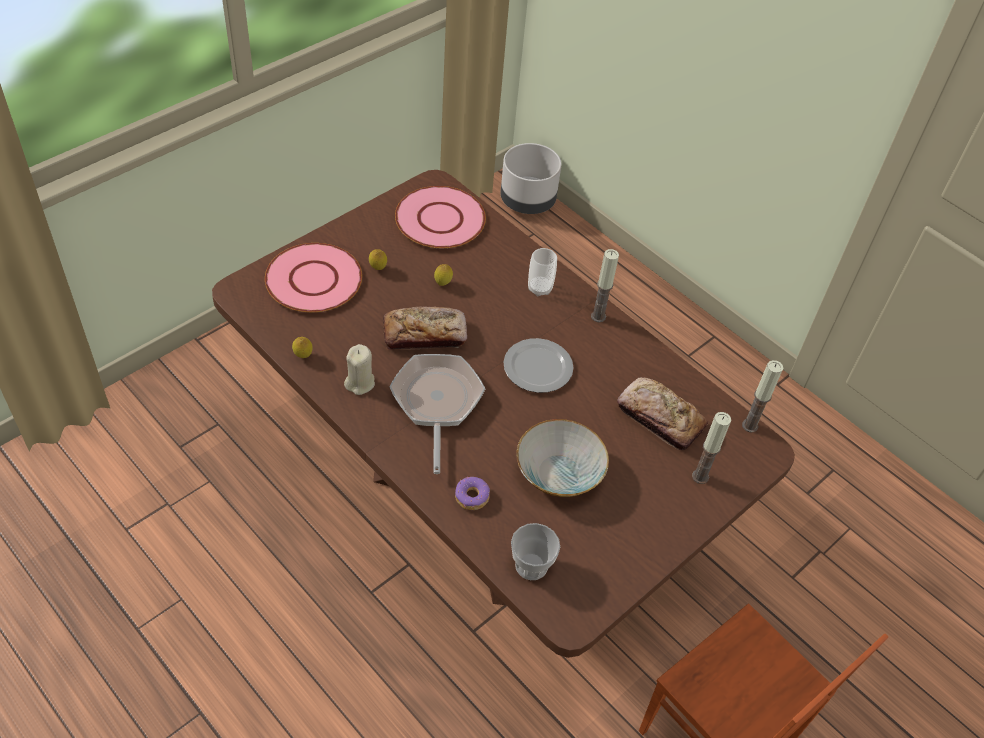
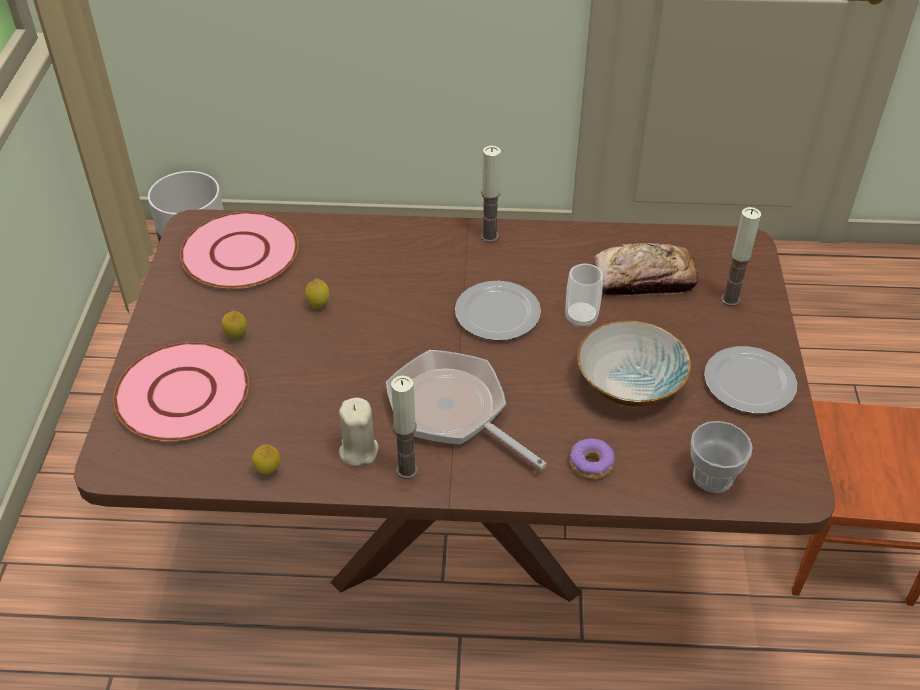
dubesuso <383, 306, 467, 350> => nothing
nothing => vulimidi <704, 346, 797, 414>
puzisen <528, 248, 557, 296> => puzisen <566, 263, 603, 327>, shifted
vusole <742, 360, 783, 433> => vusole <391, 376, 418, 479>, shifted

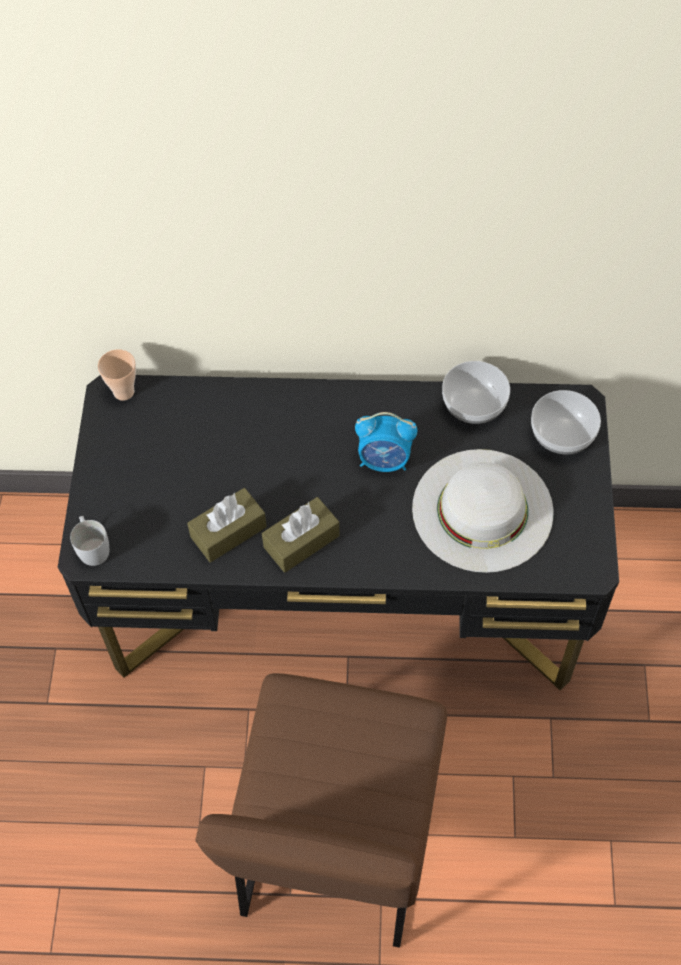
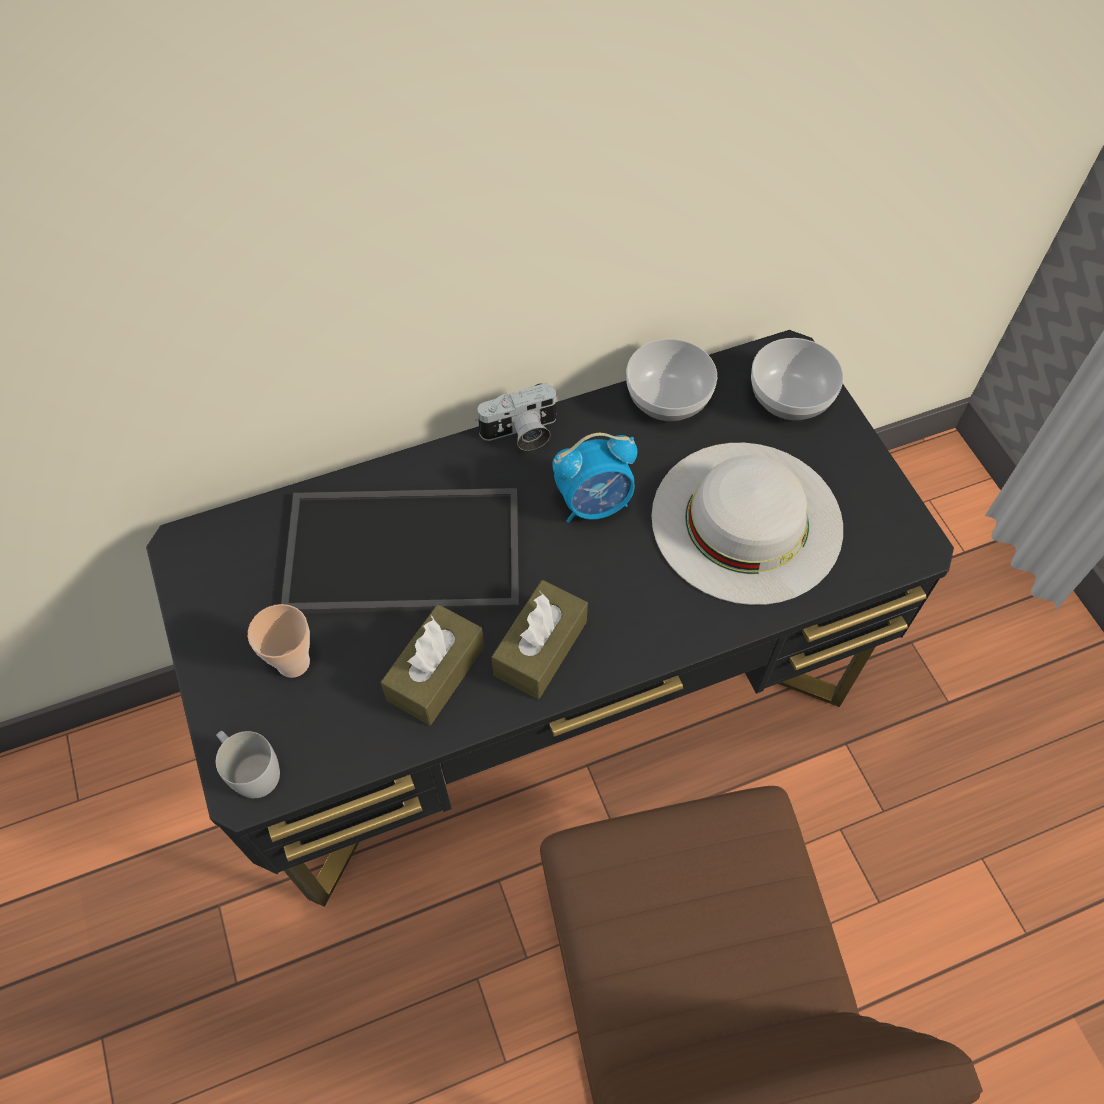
nothing => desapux <281, 488, 519, 614>
nothing => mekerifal <475, 383, 558, 451>
puzisen <98, 349, 136, 401> => puzisen <248, 604, 310, 678>, shifted

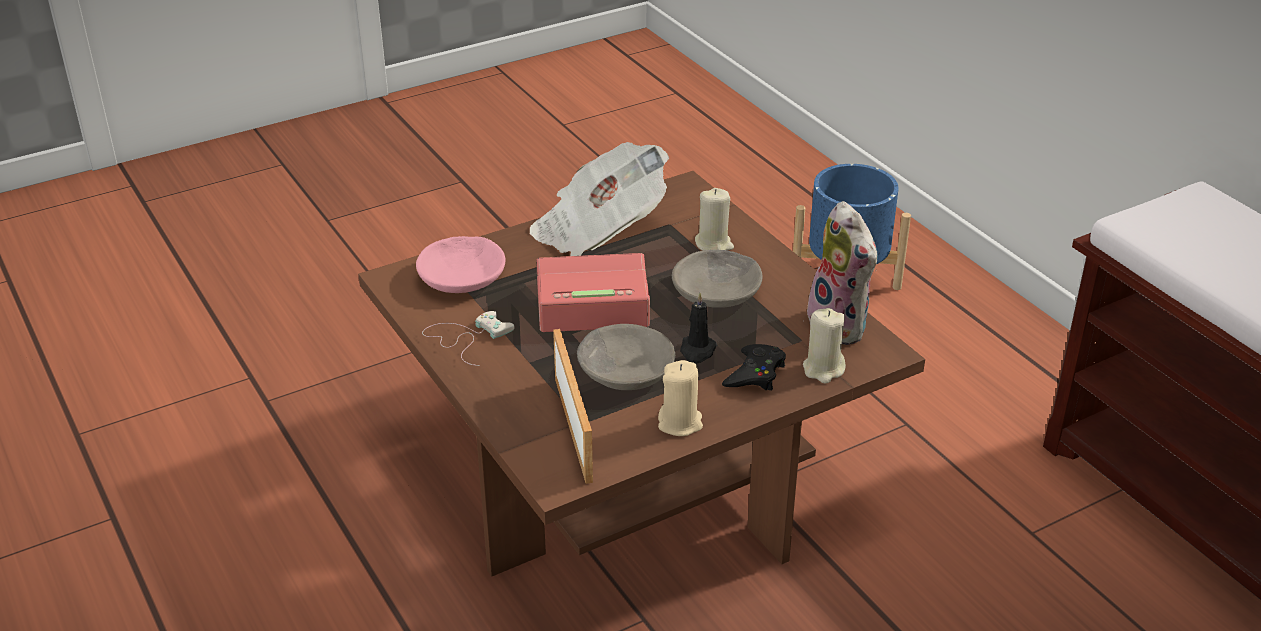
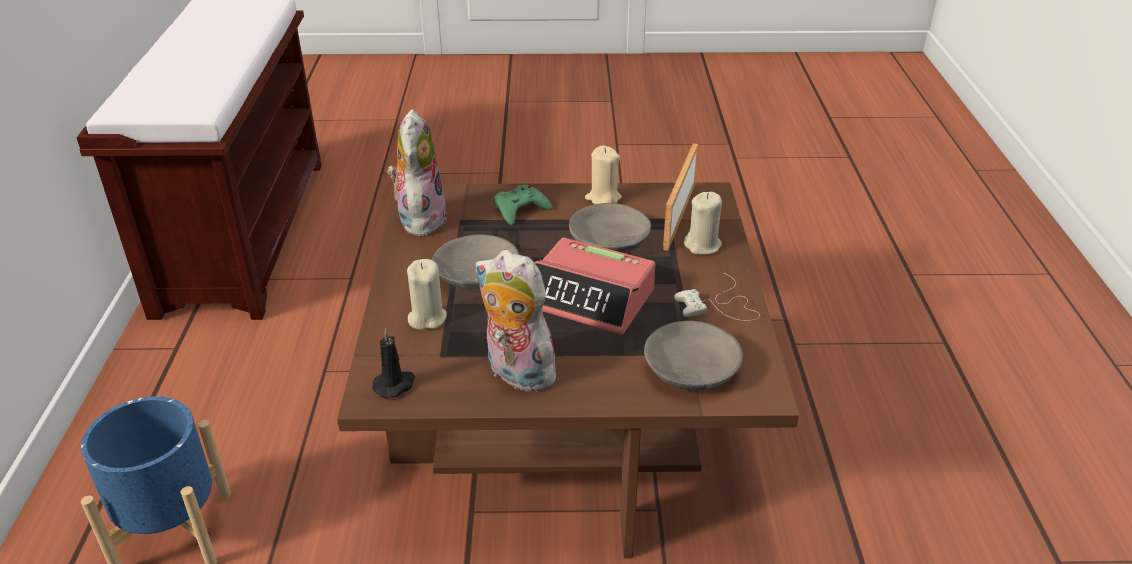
vusole (black) <680, 293, 717, 364> => vusole (black) <372, 329, 415, 399>, shifted
vusole (beige) <803, 308, 846, 384> => vusole (beige) <684, 192, 722, 255>, shifted
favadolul <530, 142, 669, 256> => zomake <475, 250, 565, 392>
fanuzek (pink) <416, 236, 505, 293> => fanuzek (grey) <644, 321, 743, 391>
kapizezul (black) <722, 344, 786, 391> => kapizezul (green) <495, 184, 552, 225>

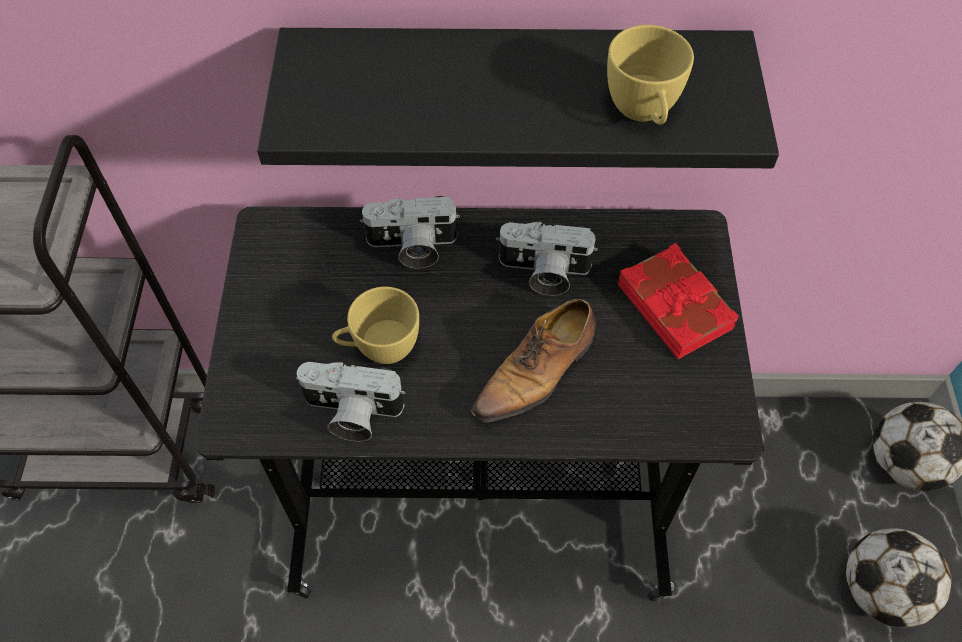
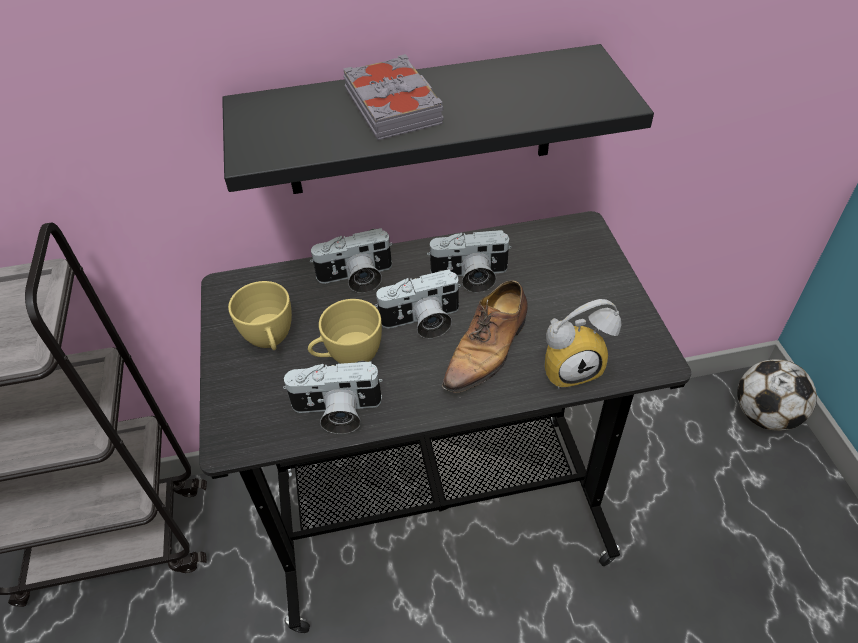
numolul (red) <618, 243, 739, 359> => nothing
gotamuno <846, 528, 952, 627> => nothing
nothing => numolul (grey) <343, 54, 444, 140>
nothing => mekerifal <375, 269, 461, 339>
nothing => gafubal <544, 299, 621, 389>
puzisen (yellow) <607, 25, 694, 125> => puzisen (yellow) <228, 281, 292, 350>, shifted

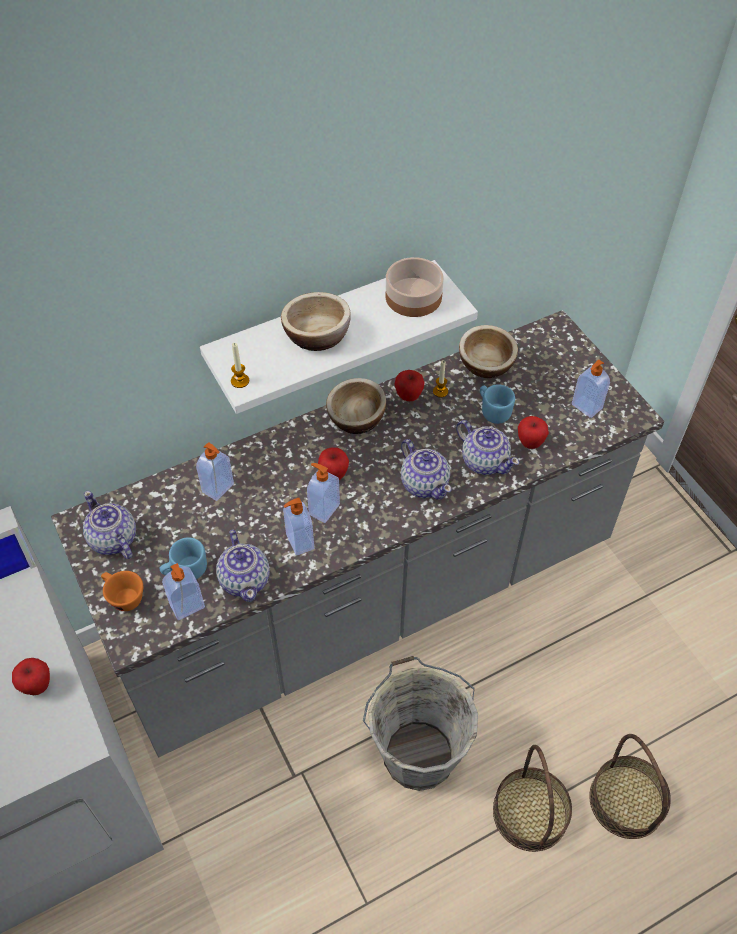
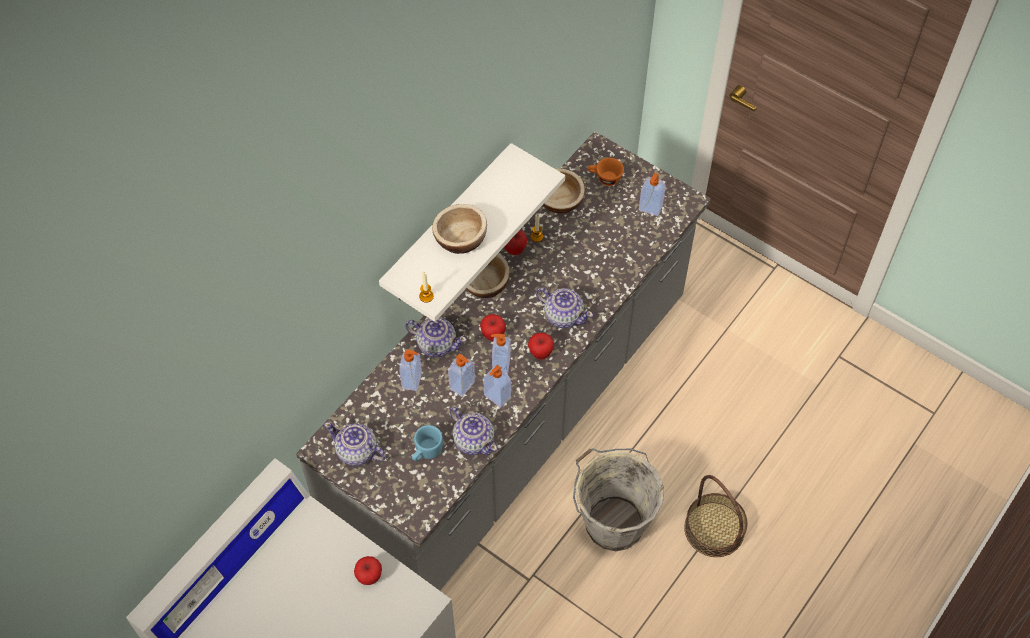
fanuzek <386, 257, 444, 317> => nothing
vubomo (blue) <480, 385, 515, 424> => nothing
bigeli <589, 734, 671, 839> => nothing
puzisen (orange) <101, 571, 143, 611> => puzisen (orange) <588, 158, 624, 186>, shifted
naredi <162, 563, 205, 620> => naredi <448, 353, 475, 397>, shifted
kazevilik <456, 420, 519, 475> => kazevilik <405, 317, 467, 357>, shifted
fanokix <518, 416, 549, 449> => fanokix <528, 333, 554, 360>, shifted

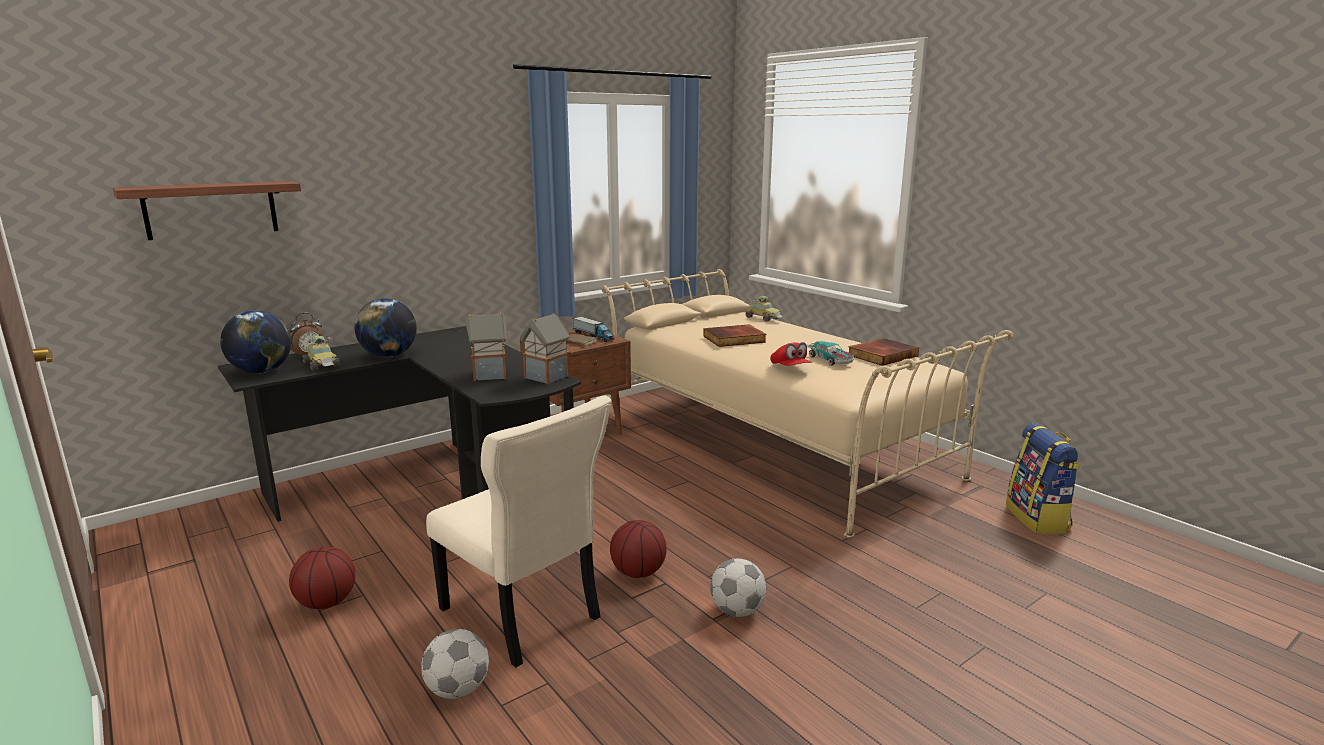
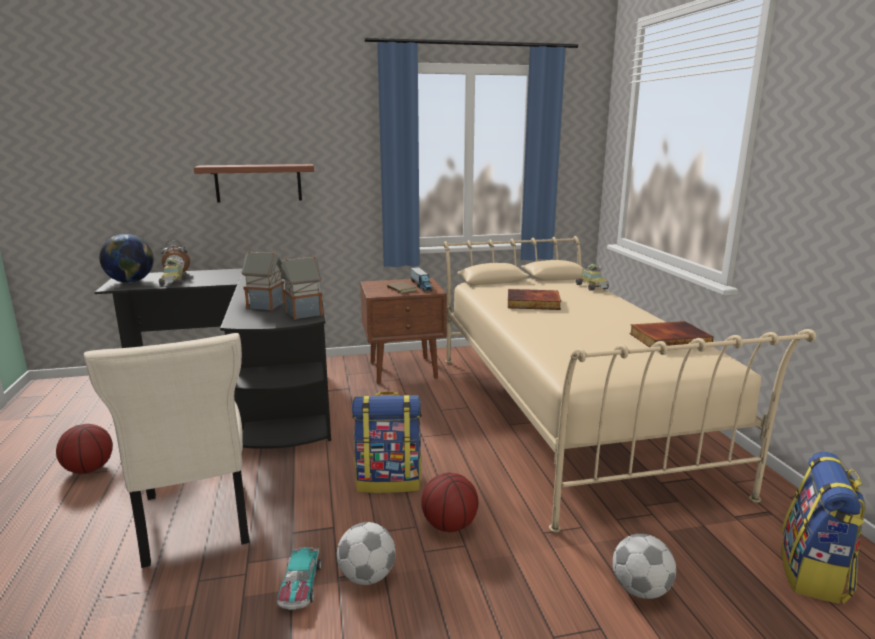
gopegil <354, 298, 417, 357> => nothing
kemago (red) <770, 342, 812, 366> => nothing
nothing => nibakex <352, 392, 422, 493>
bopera <113, 181, 301, 240> => bopera <194, 164, 314, 203>, shifted
gotamuno <421, 629, 489, 699> => gotamuno <613, 534, 676, 599>, shifted
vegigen <610, 520, 667, 578> => vegigen <421, 472, 478, 532>, shifted
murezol <807, 341, 854, 366> => murezol <277, 547, 321, 610>, shifted

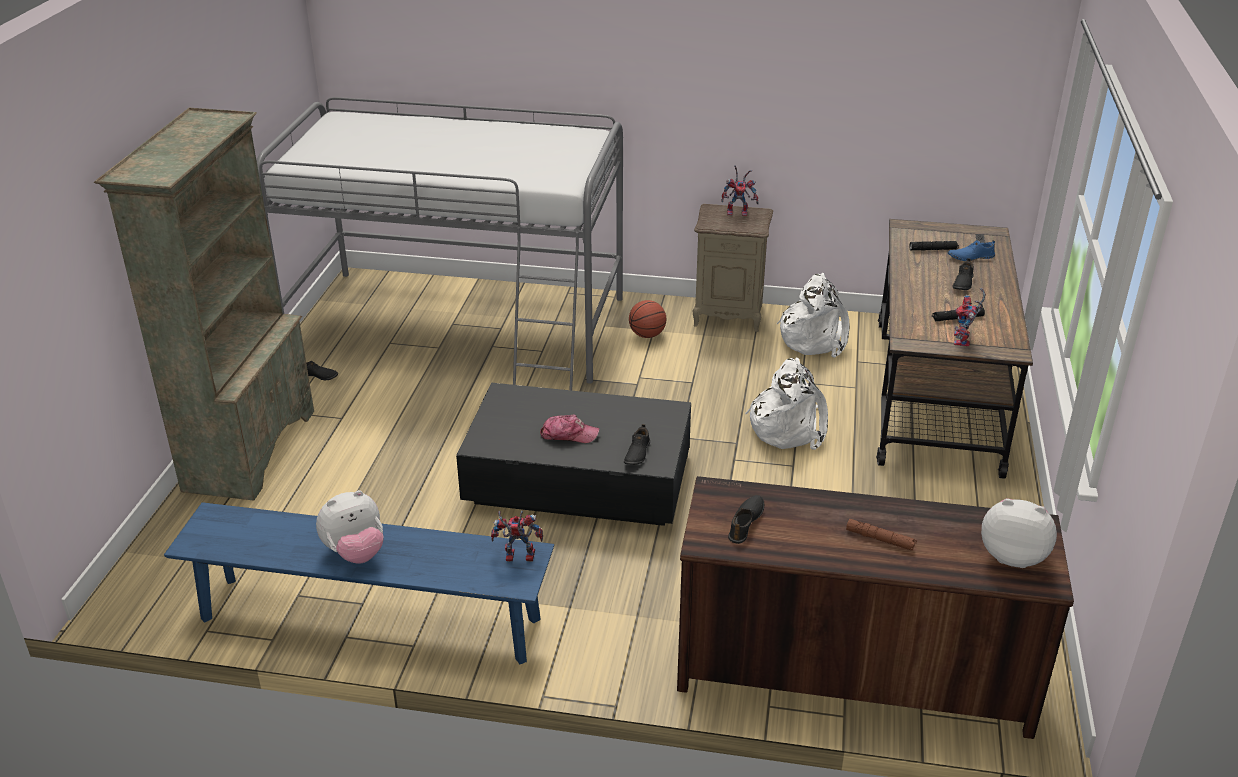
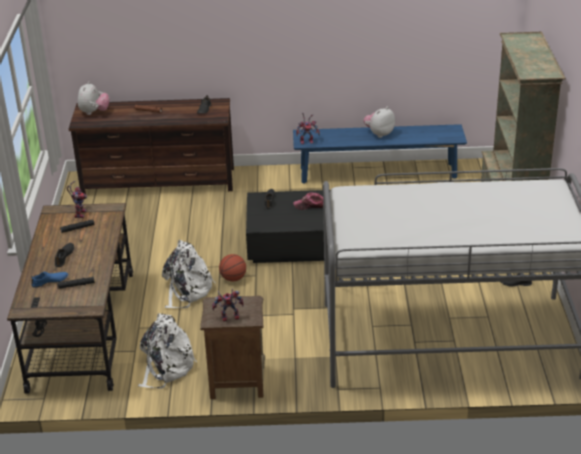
vegigen <629, 300, 666, 338> => vegigen <219, 254, 246, 281>, shifted
zomake <981, 498, 1057, 568> => zomake <78, 81, 110, 115>, 90 degrees counterclockwise

